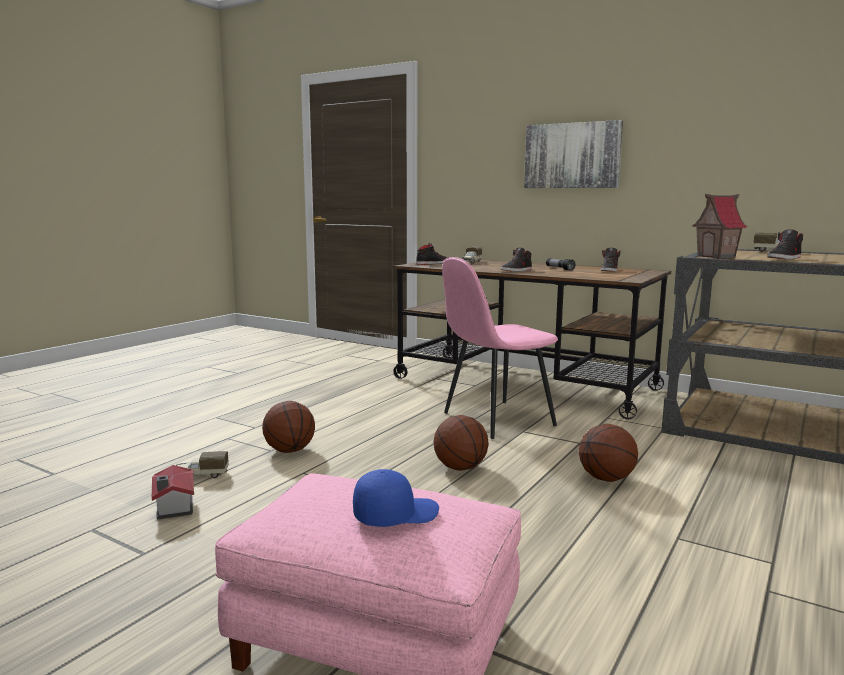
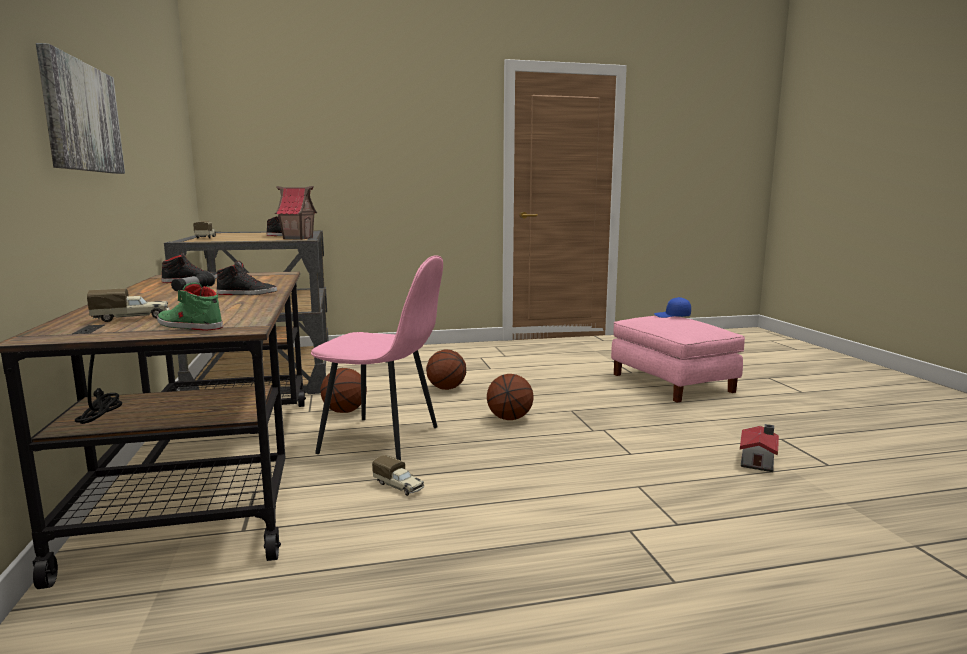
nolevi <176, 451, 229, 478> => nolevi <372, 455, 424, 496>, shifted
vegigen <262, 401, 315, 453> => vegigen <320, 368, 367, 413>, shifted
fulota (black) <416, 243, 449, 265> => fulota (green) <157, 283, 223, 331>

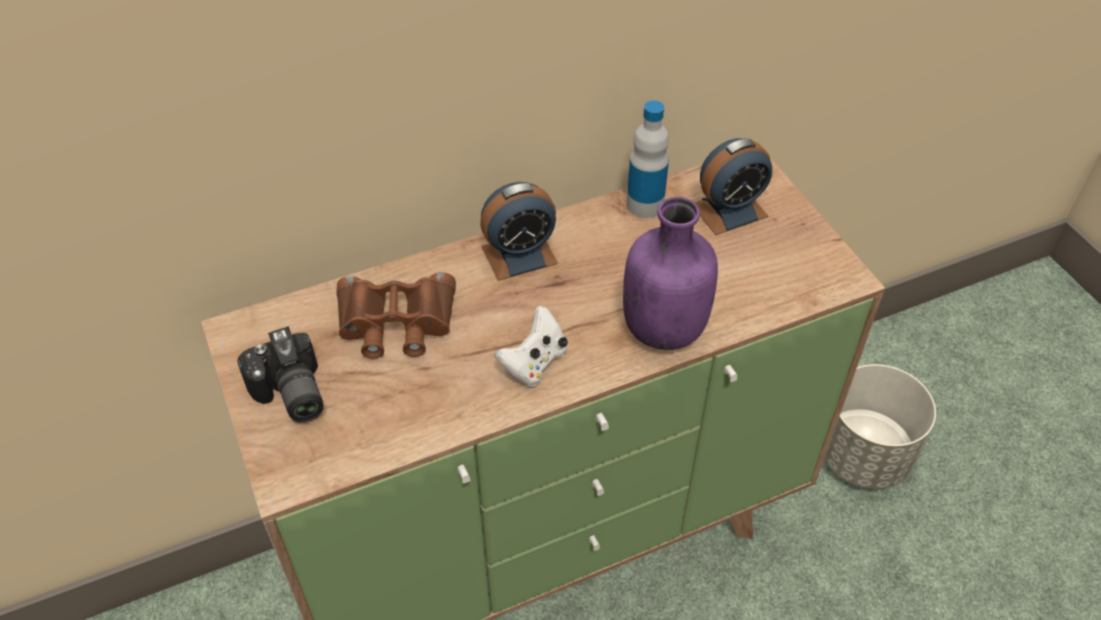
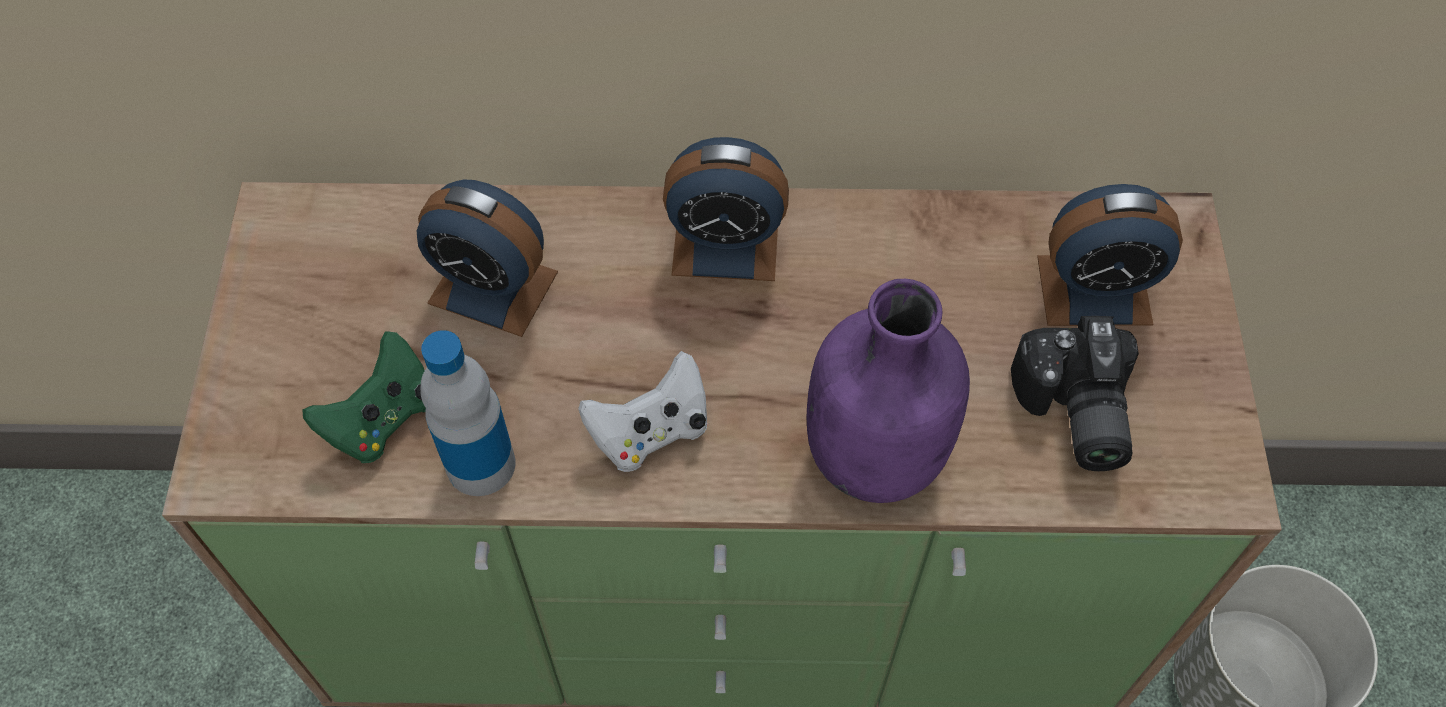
nothing => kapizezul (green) <303, 331, 426, 463>
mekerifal <237, 326, 323, 422> => mekerifal <1011, 316, 1139, 471>, shifted
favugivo <627, 100, 669, 218> => favugivo <420, 330, 516, 496>, shifted
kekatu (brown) <336, 272, 456, 359> => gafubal <416, 179, 558, 337>

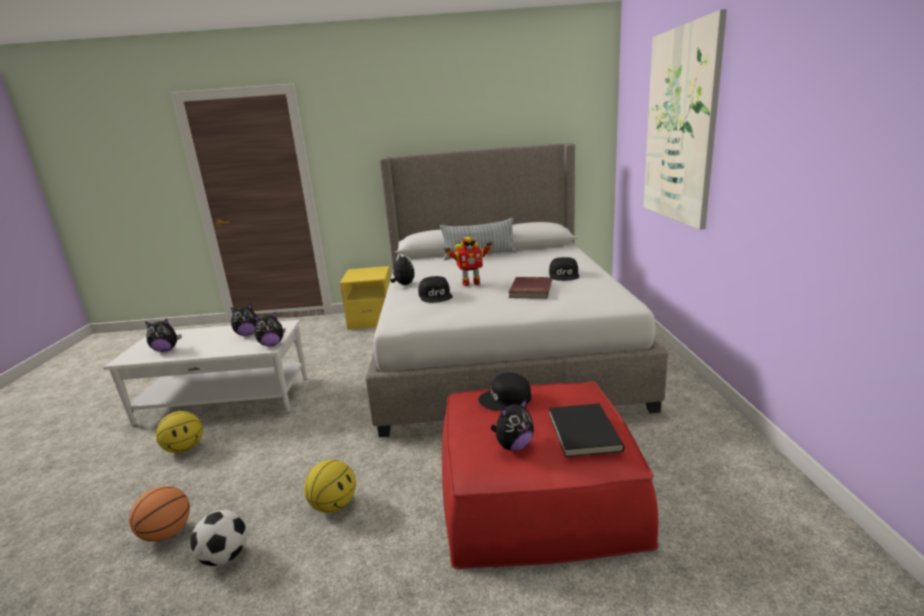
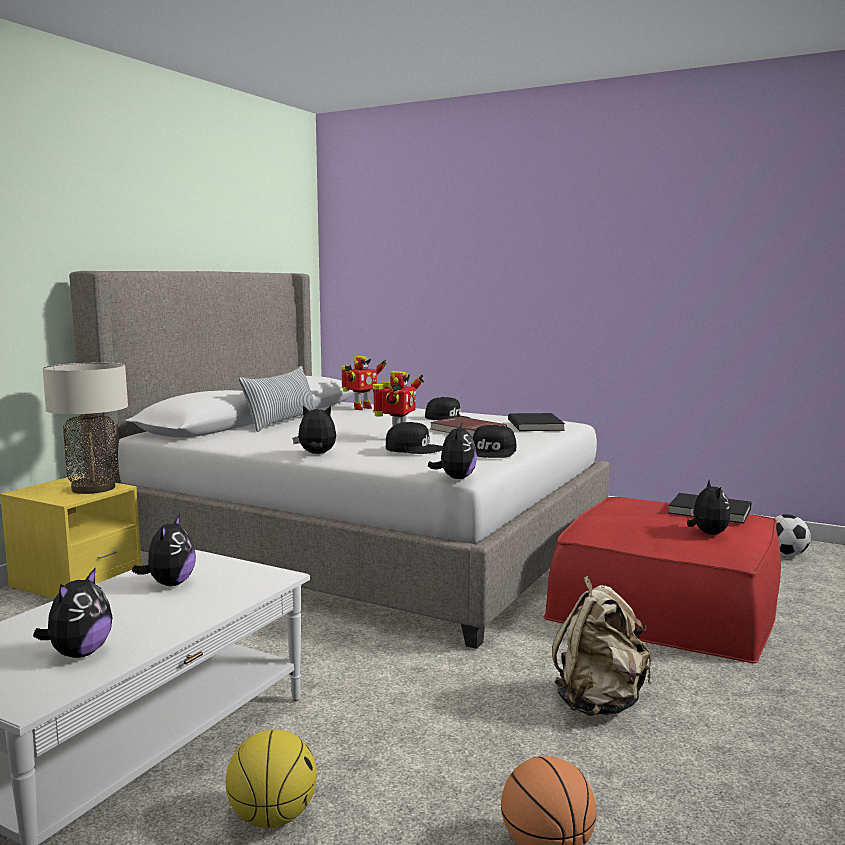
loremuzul <643, 9, 727, 230> => nothing
nothing => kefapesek <43, 363, 128, 494>
nothing => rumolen <341, 356, 387, 410>
nothing => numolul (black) <508, 413, 565, 431>
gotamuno <190, 510, 247, 566> => gotamuno <774, 514, 811, 557>, shifted
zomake <254, 312, 286, 346> => zomake <428, 422, 477, 479>, shifted
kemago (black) <478, 372, 531, 411> => kemago (black) <473, 425, 516, 458>, shifted
vegigen <304, 460, 356, 513> => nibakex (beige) <552, 576, 651, 716>

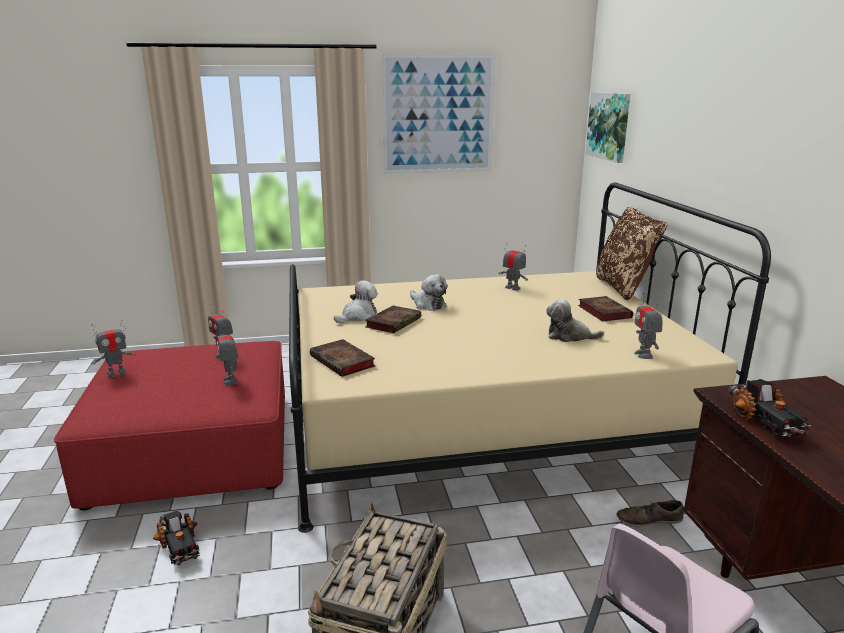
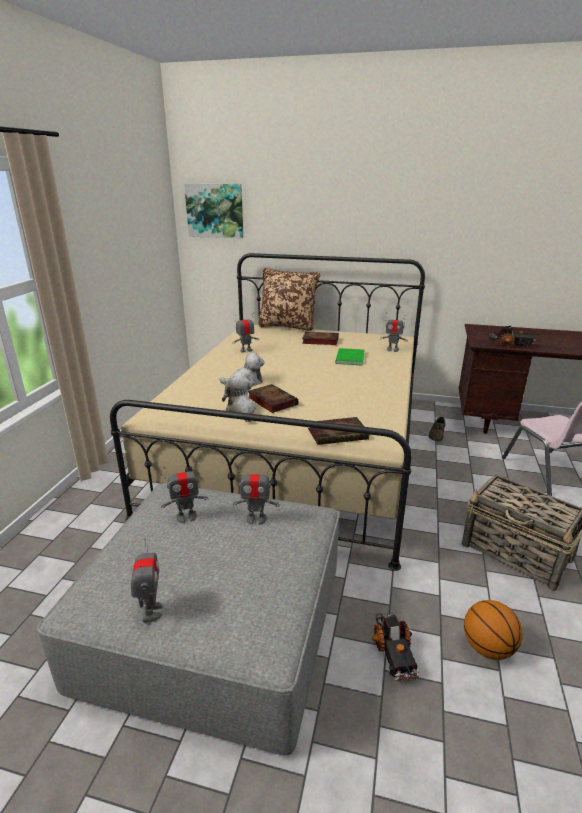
loremuzul <381, 53, 496, 174> => nothing
nothing => vegigen <464, 600, 523, 660>
zomake <546, 299, 604, 342> => numolul (green) <335, 348, 365, 366>
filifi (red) <54, 341, 285, 511> => filifi (grey) <36, 483, 340, 755>
nolevi <153, 510, 200, 565> => nolevi <372, 612, 420, 682>, 90 degrees clockwise

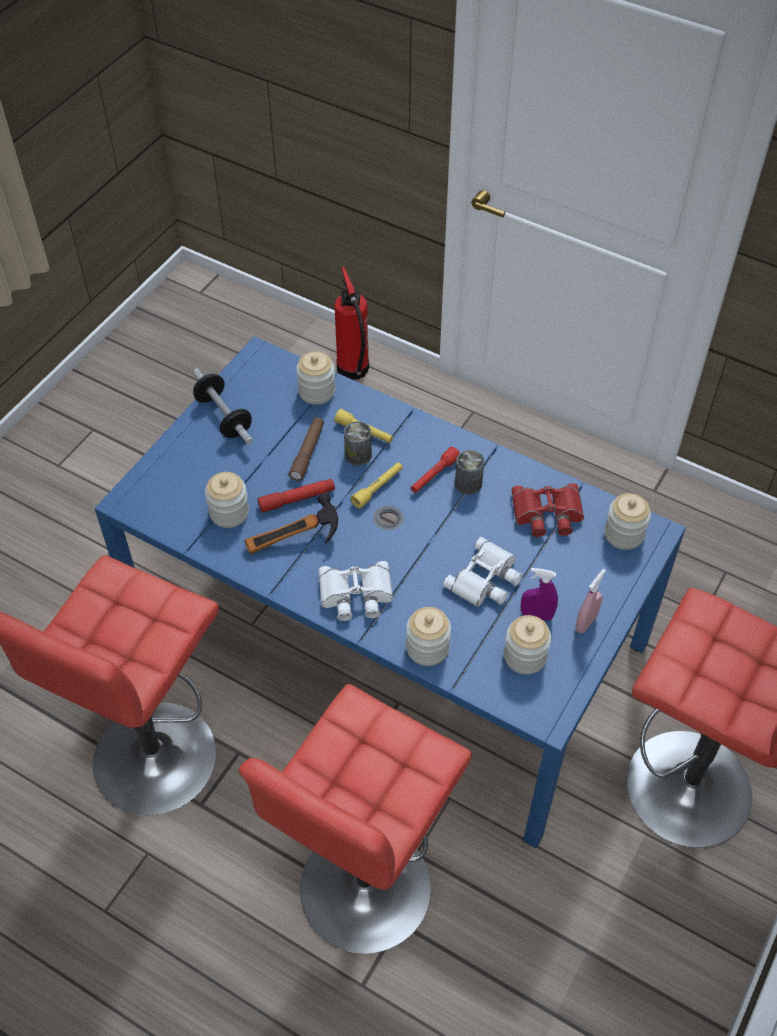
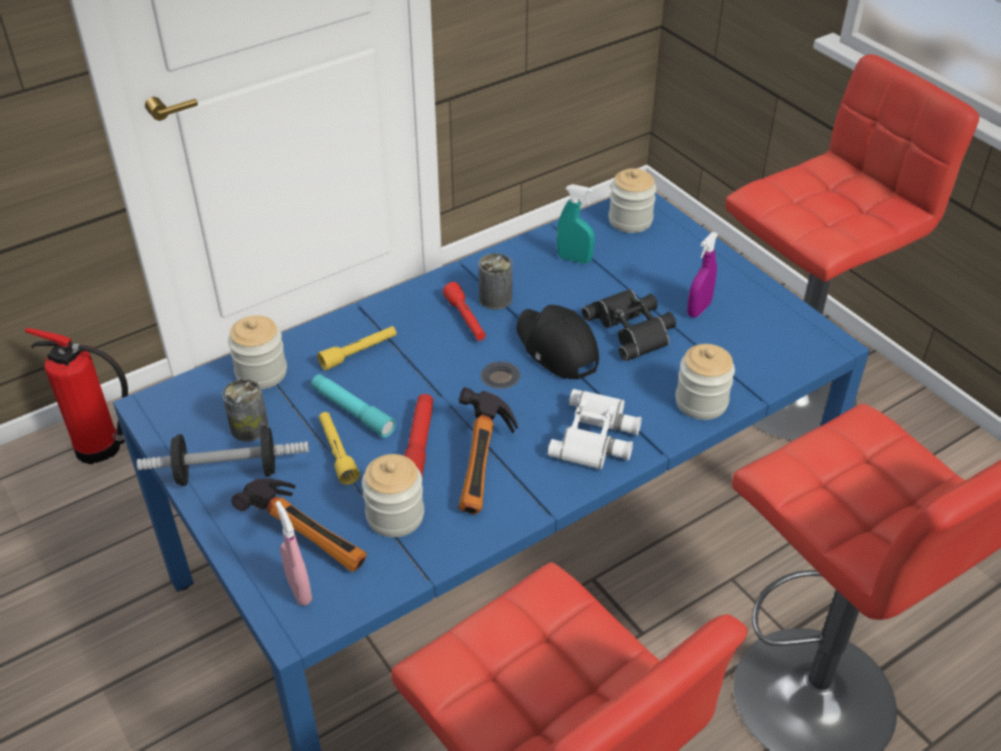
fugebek <504, 615, 551, 674> => nothing
nothing => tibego <231, 478, 367, 572>
nothing => kemago (black) <517, 305, 599, 379>
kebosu <344, 421, 372, 466> => kebosu <222, 379, 269, 442>, shifted
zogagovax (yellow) <351, 462, 403, 509> => zogagovax (yellow) <319, 412, 360, 485>, shifted
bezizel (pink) <576, 569, 606, 633> => bezizel (pink) <276, 501, 312, 606>, shifted
kekatu (red) <512, 483, 584, 537> => bezizel (turquoise) <557, 184, 595, 264>
zogagovax (brown) <288, 417, 324, 481> => zogagovax (turquoise) <311, 374, 396, 438>
kekatu (white) <443, 537, 523, 607> => kekatu (black) <582, 289, 676, 361>

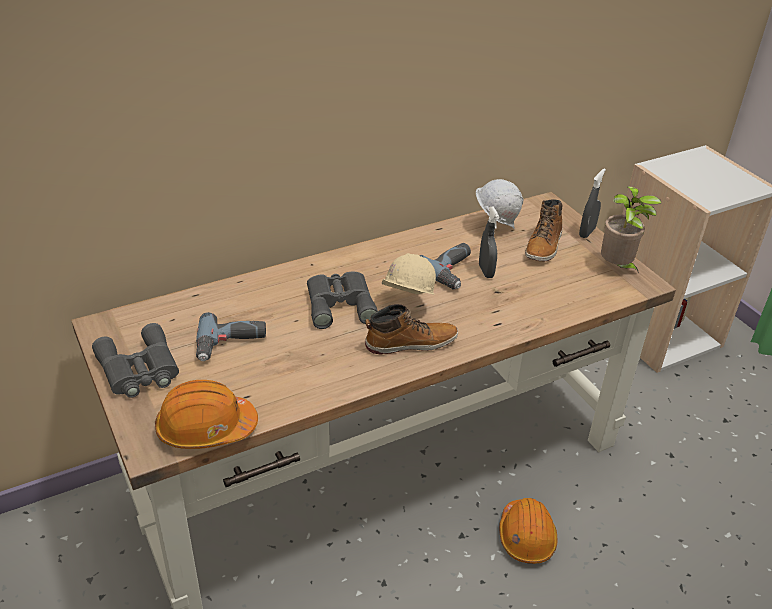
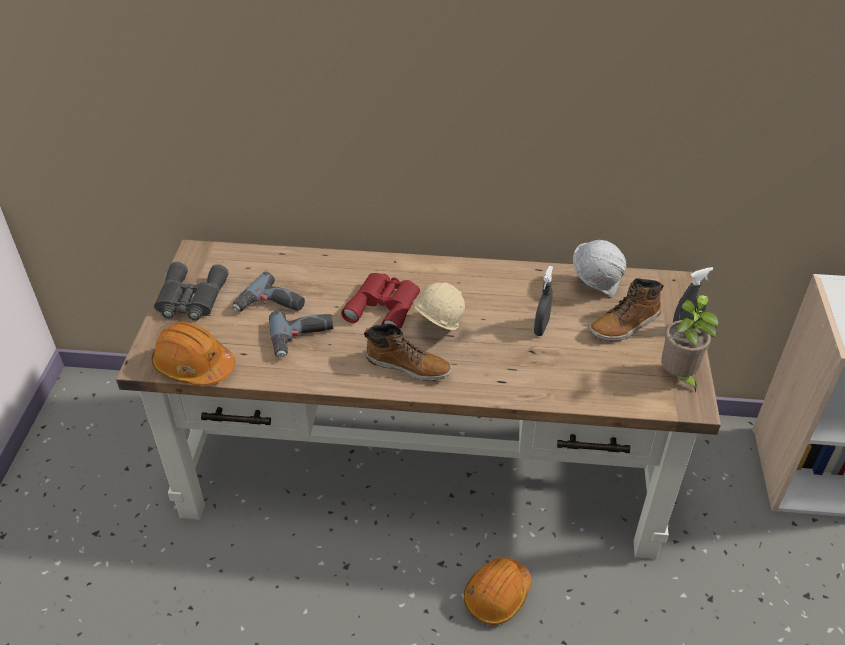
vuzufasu <420, 243, 471, 289> => vuzufasu <269, 311, 334, 358>, shifted
kekatu (grey) <307, 272, 378, 329> => kekatu (red) <341, 273, 420, 328>

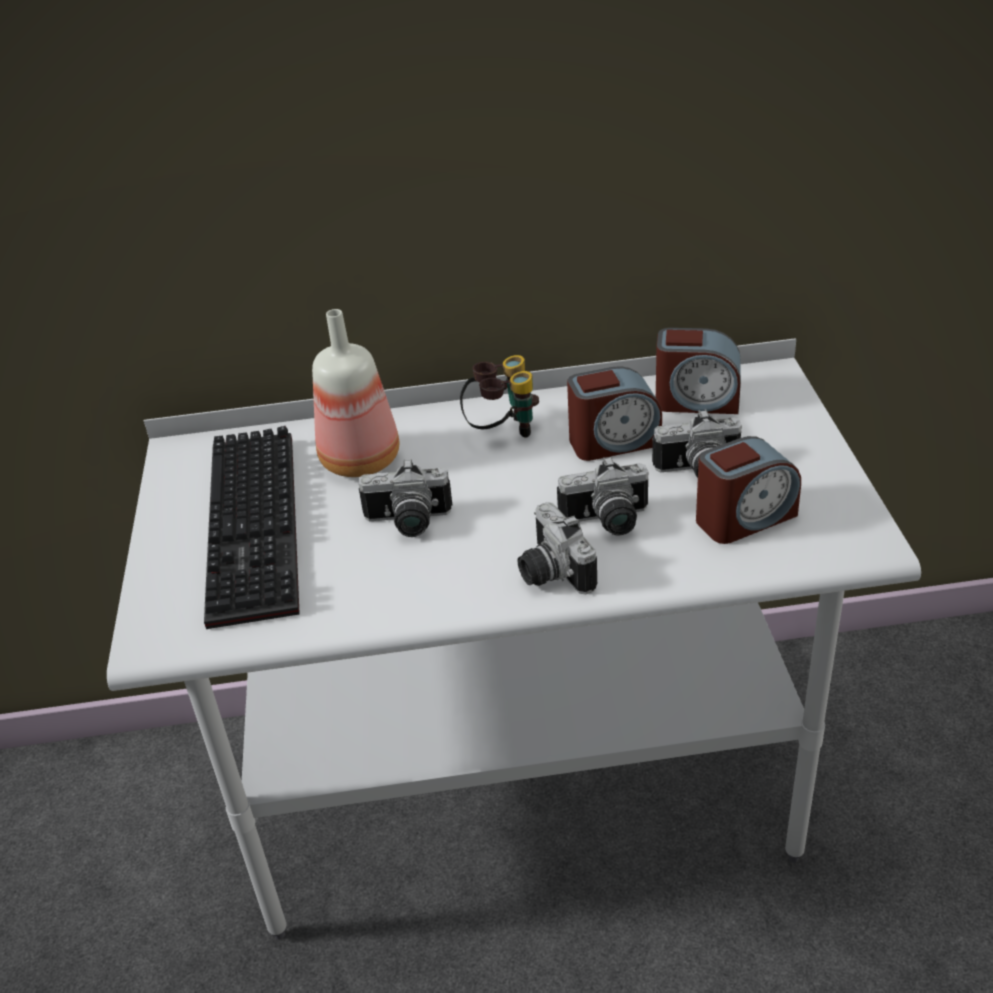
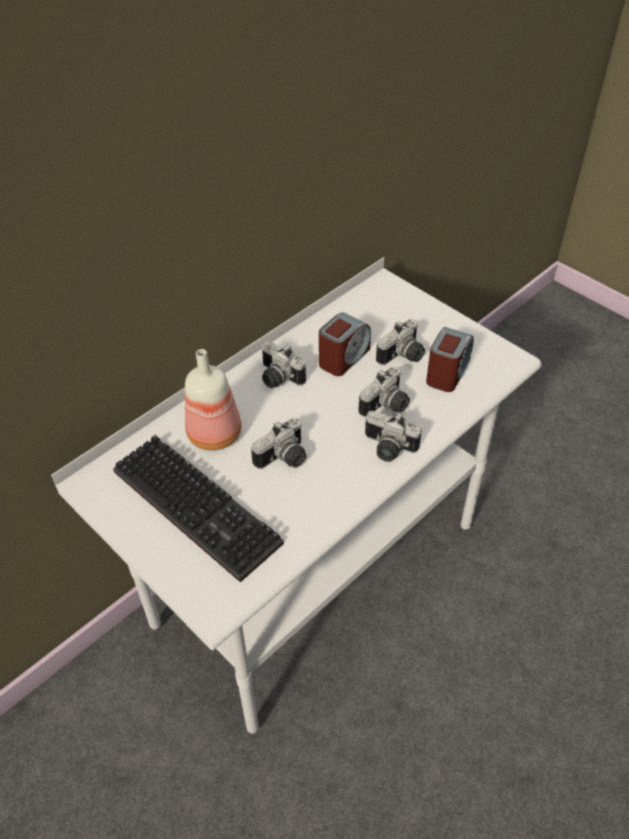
gafubal <656, 328, 741, 414> => nothing
kekatu <460, 355, 539, 438> => mekerifal <261, 340, 306, 388>

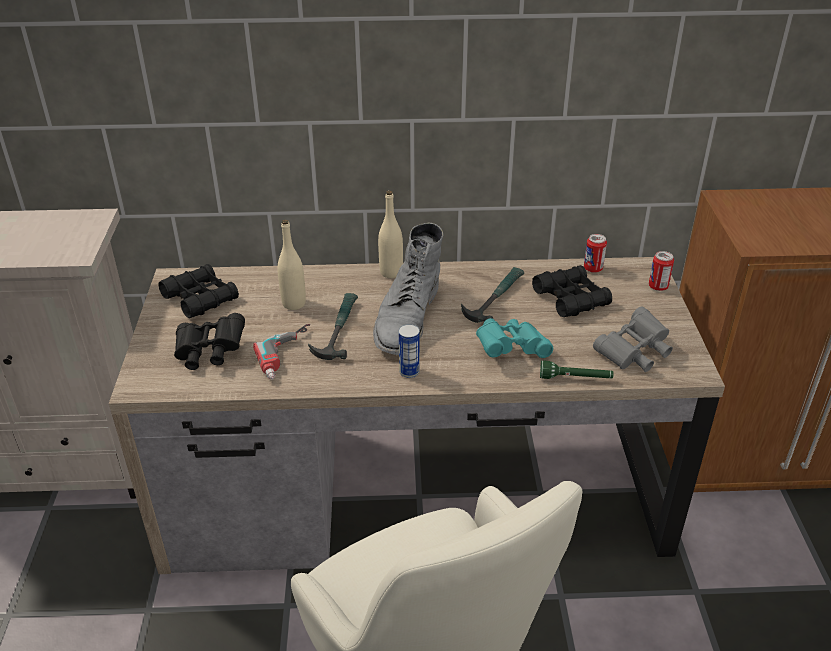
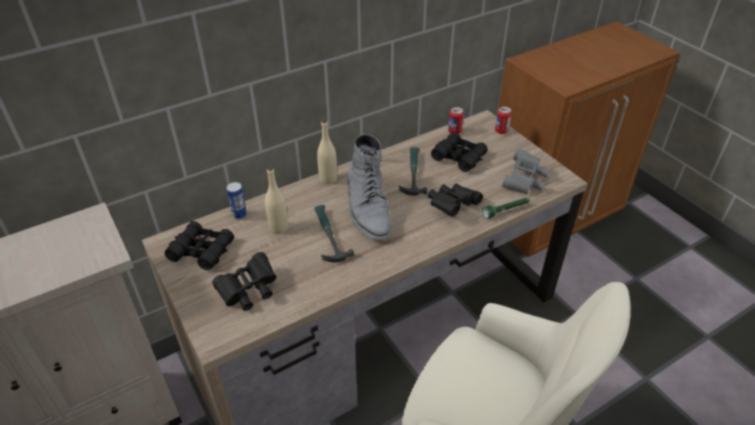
vuzufasu <253, 324, 310, 380> => nothing
kebosu <399, 324, 420, 378> => kebosu <226, 182, 247, 220>, shifted
kekatu (turquoise) <476, 318, 553, 358> => kekatu (black) <428, 184, 483, 217>

